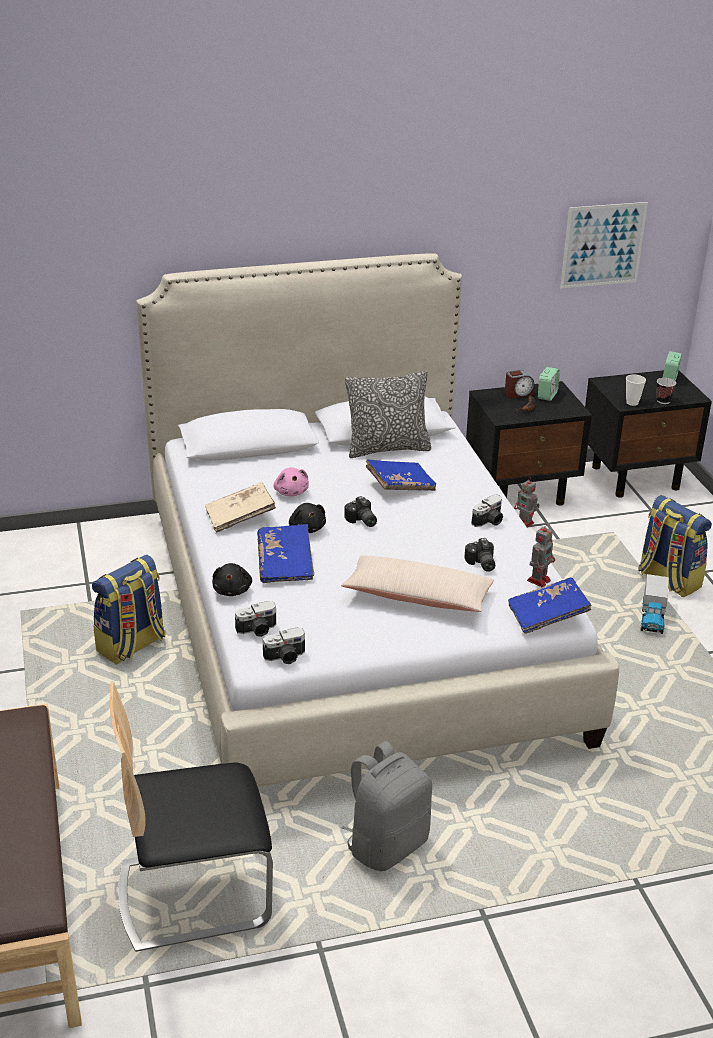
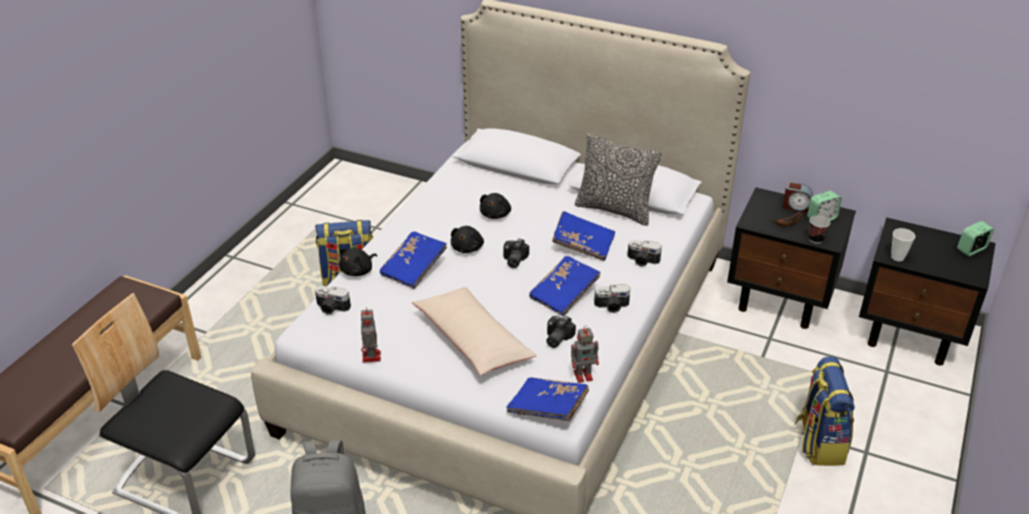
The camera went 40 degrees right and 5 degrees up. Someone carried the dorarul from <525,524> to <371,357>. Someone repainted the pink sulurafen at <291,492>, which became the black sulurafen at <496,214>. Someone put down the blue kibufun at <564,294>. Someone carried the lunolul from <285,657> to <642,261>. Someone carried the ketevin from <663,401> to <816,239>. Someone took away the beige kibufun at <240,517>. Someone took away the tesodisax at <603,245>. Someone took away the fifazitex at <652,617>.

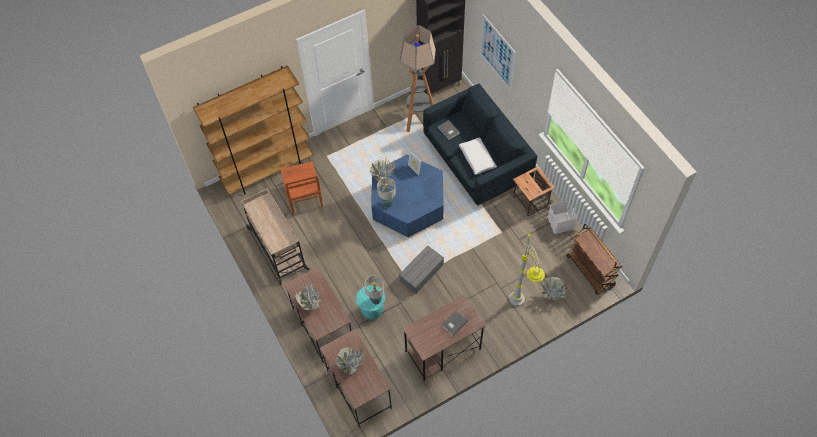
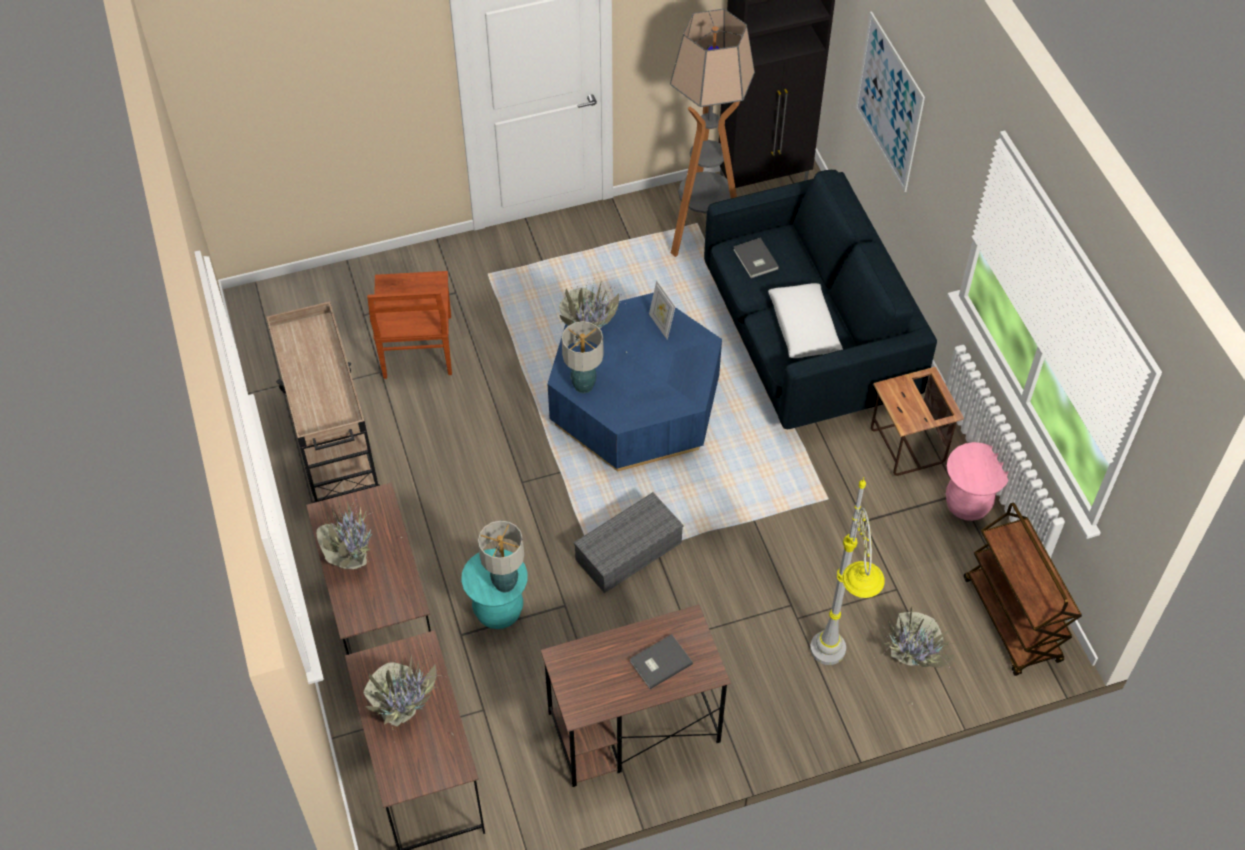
The camera went 10 degrees right and 5 degrees down. Someone swapped the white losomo at <561,223> for the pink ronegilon at <967,504>. Someone took away the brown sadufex at <268,171>.

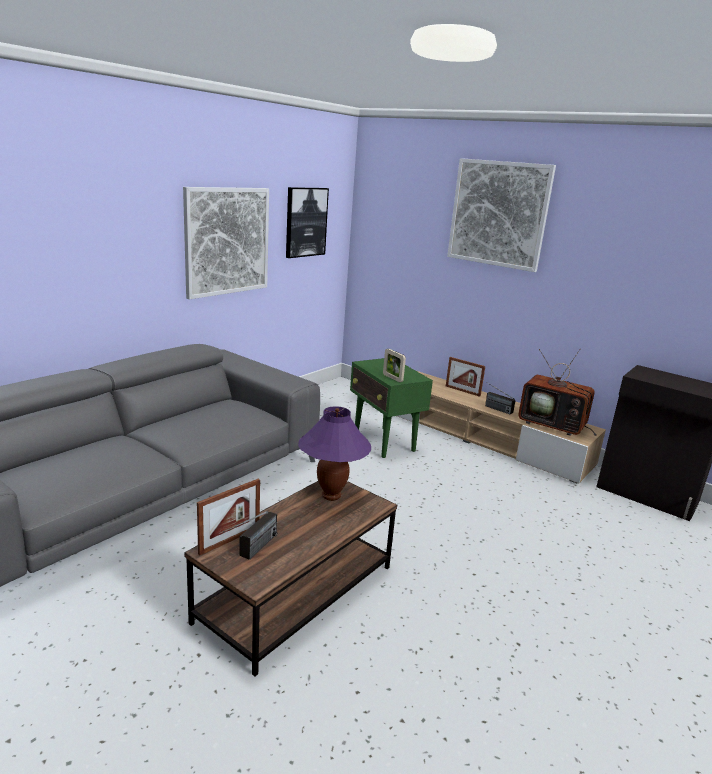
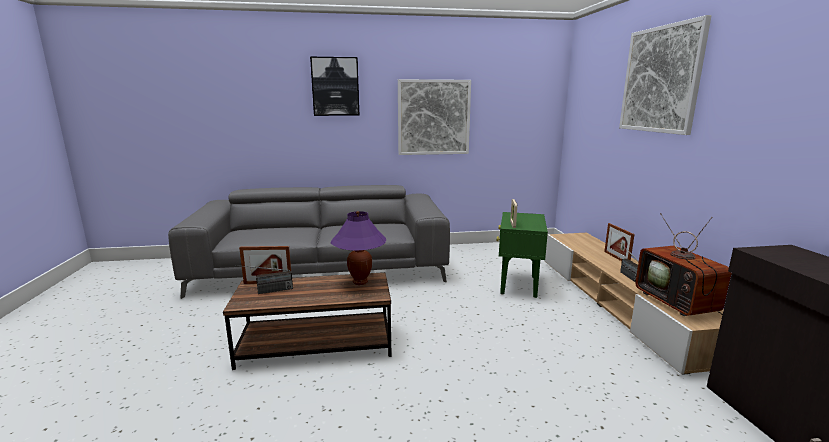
The camera went 45 degrees right and 5 degrees down. Someone carried the tesodisax from <305,222> to <335,86>.

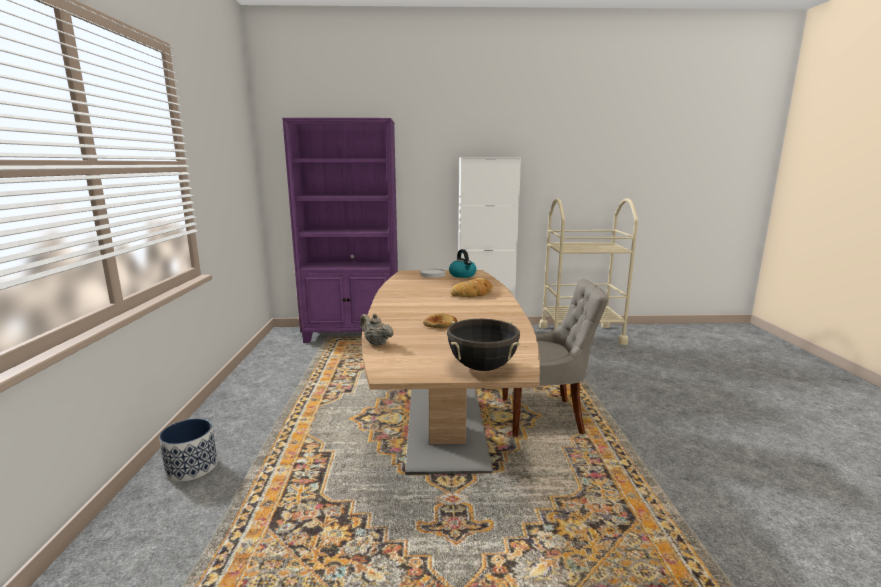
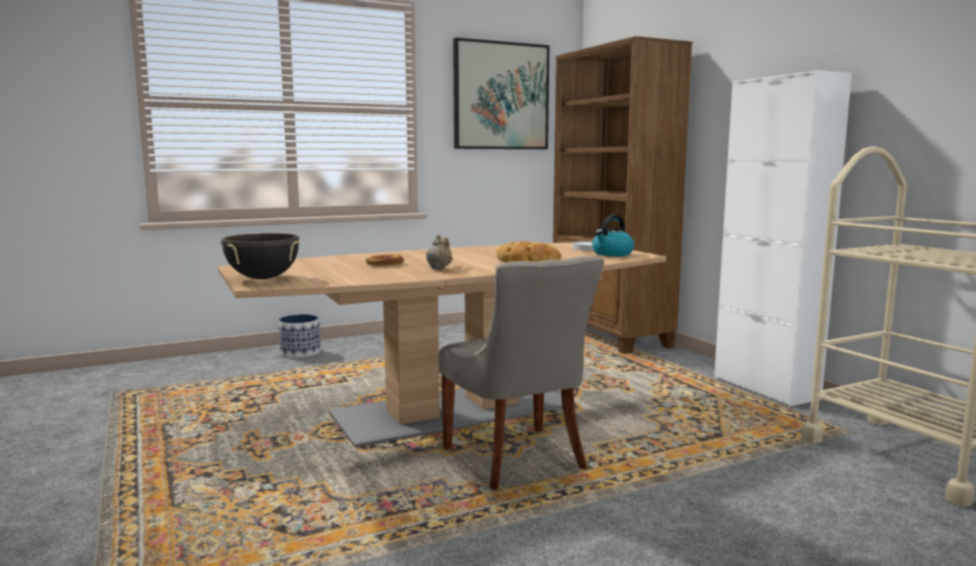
The camera went 65 degrees right and 5 degrees down. Someone carried the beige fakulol from <376,343> to <439,268>. Someone put up the tesodisax at <501,96>. Someone repainted the purple sadufex at <353,335>, which became the brown sadufex at <610,336>.

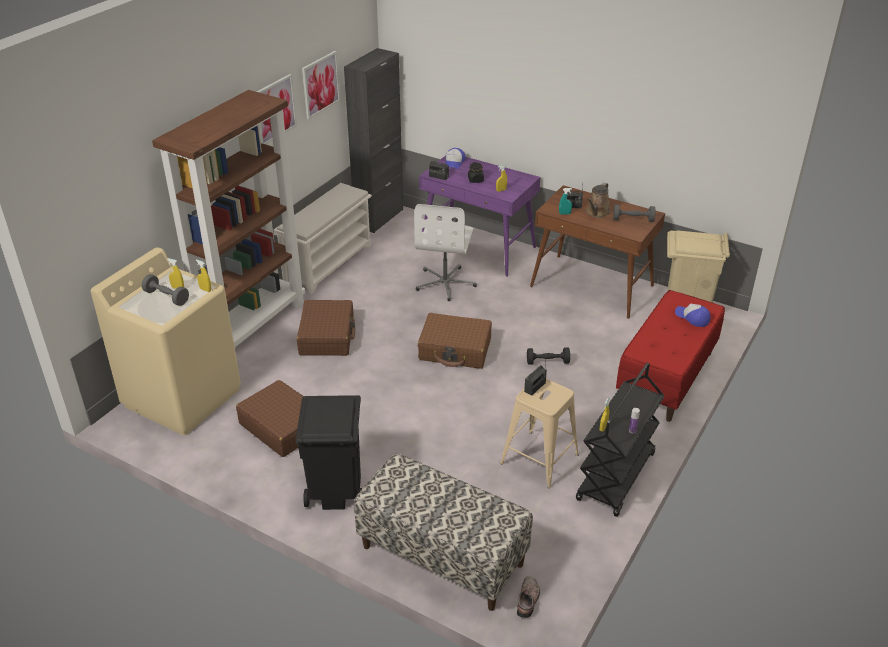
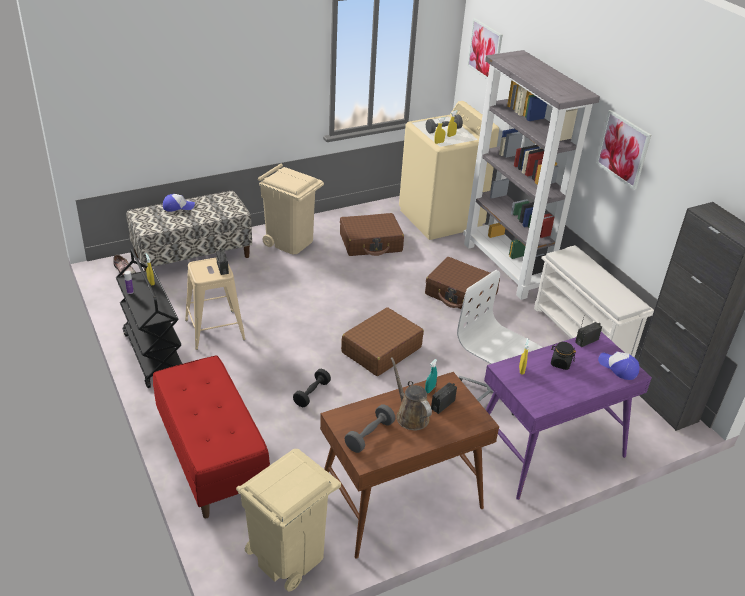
The camera went 120 degrees right and 0 degrees up. Someone carried the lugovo from <692,317> to <178,206>. Someone repainted the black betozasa at <335,489>, which became the beige betozasa at <290,241>. Someone repainted the brown sadufex at <253,325>, which became the grey sadufex at <506,267>. Someone carried the tesodisax from <320,84> to <485,50>.

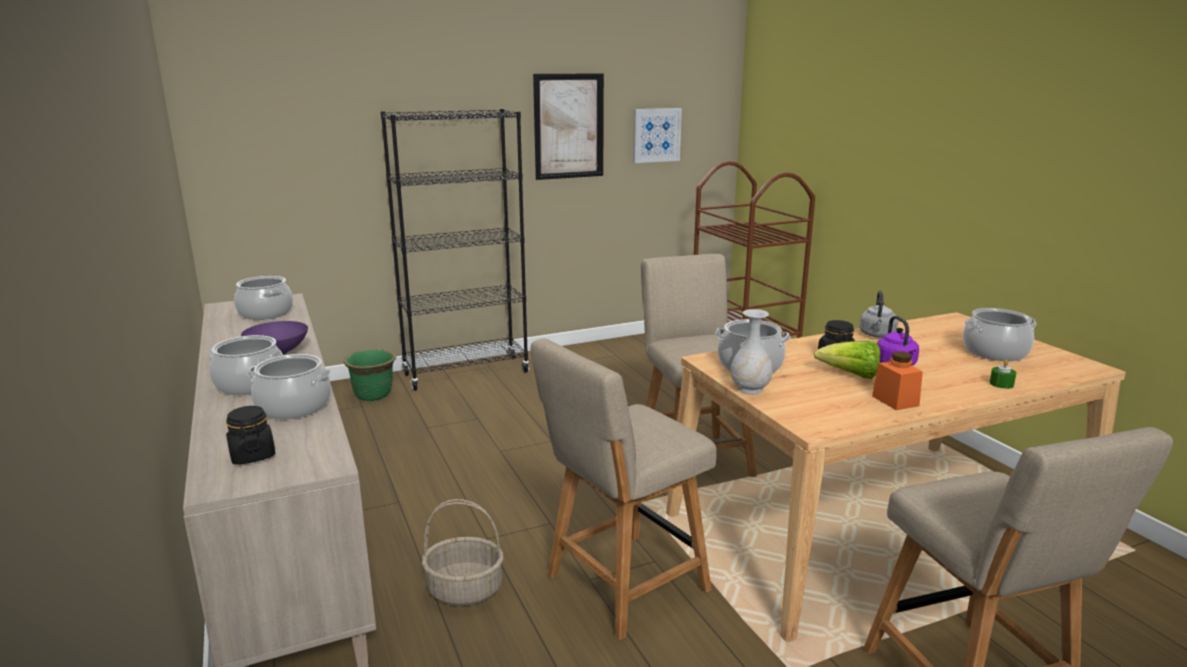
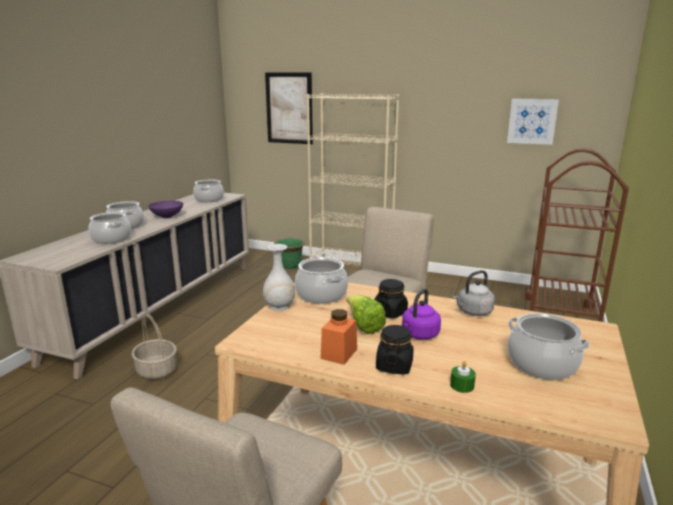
The camera went 45 degrees right and 0 degrees up. Someone carried the tesodisax from <569,126> to <289,108>. Someone repainted the black sadufex at <466,373>, which became the beige sadufex at <351,270>. Someone carried the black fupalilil from <252,455> to <394,366>. Someone took away the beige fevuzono at <621,585>.

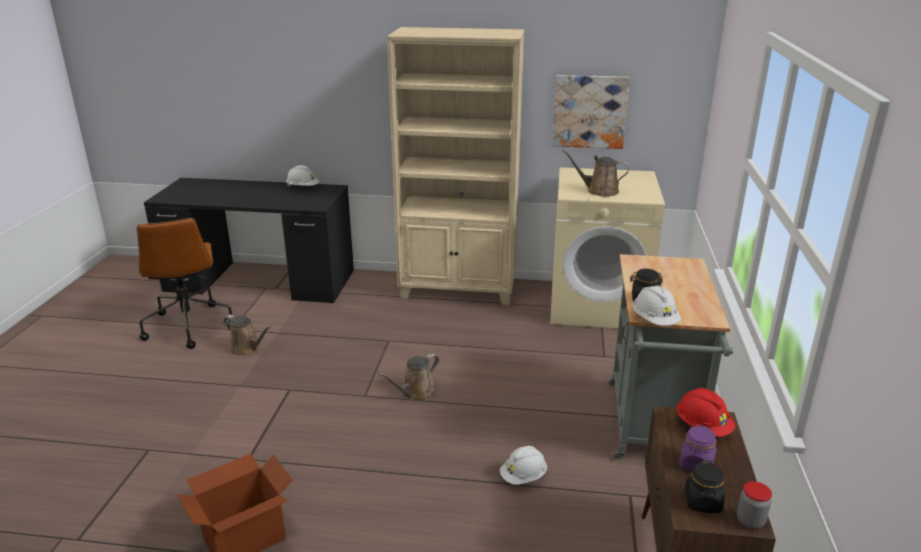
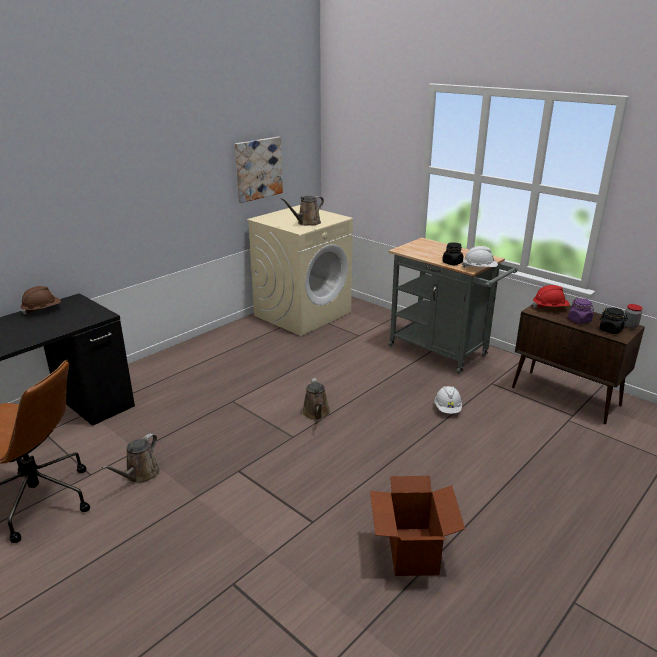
The camera went 55 degrees left and 0 degrees up. Someone repainted the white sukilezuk at <303,187>, which became the brown sukilezuk at <42,310>. Someone rotated the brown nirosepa at <247,349> by 135 degrees clockwise. Someone took away the beige sadufex at <459,290>.

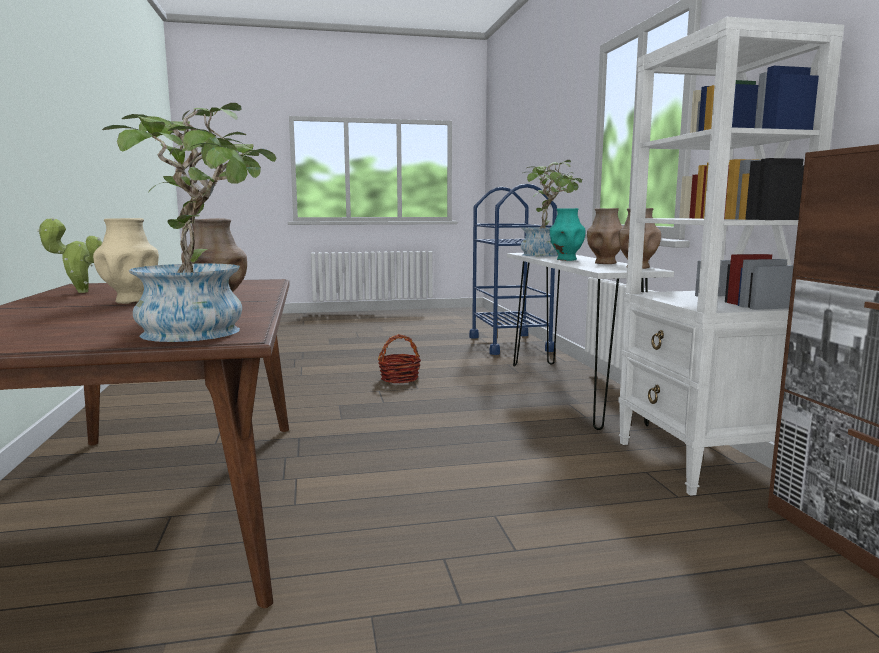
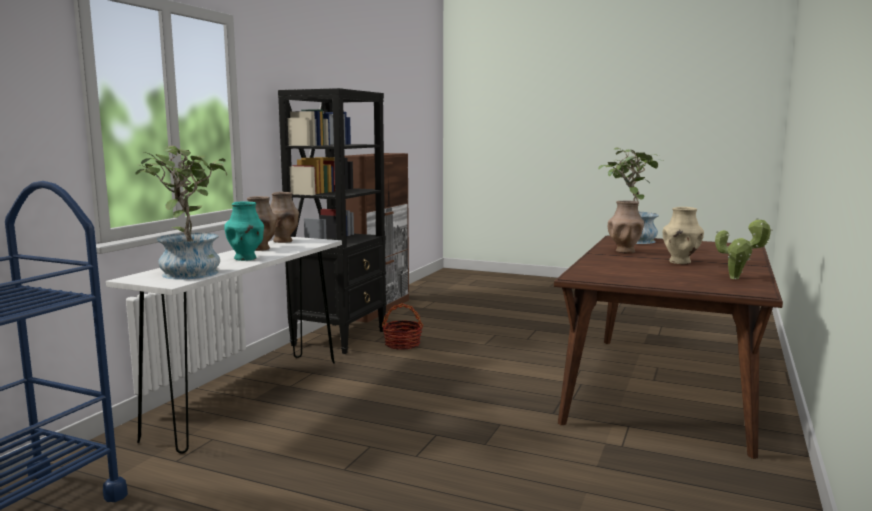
The camera went 145 degrees left and 0 degrees up. Someone repainted the white sadufex at <697,463>, which became the black sadufex at <340,338>. Someone carried the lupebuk from <399,378> to <402,344>.

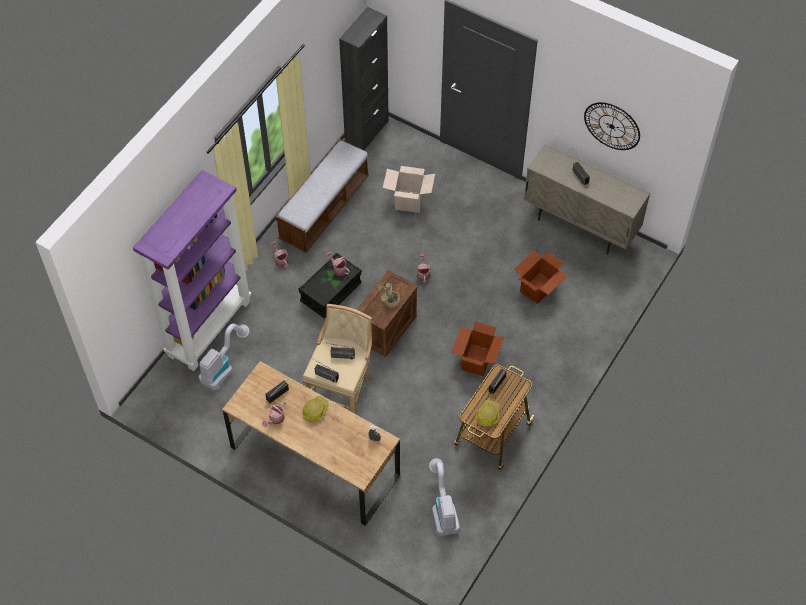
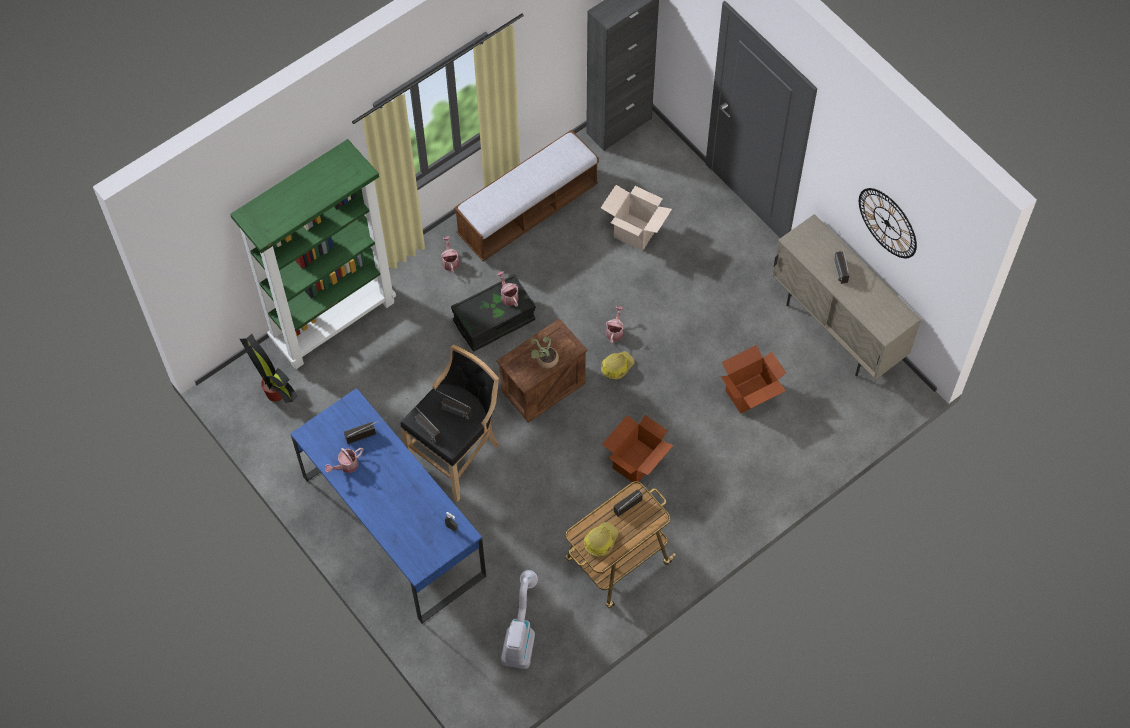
The camera went 20 degrees right and 5 degrees up. Someone repainted the purple sadufex at <209,327>, which became the green sadufex at <334,320>. Someone put down the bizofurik at <275,392>. Someone repainted the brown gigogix at <315,461>, which became the blue gigogix at <393,525>. Someone repainted the beige ronegilon at <342,395>, which became the black ronegilon at <458,454>. Someone carried the sukilezuk from <315,410> to <616,367>. Someone took away the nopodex at <223,367>.

